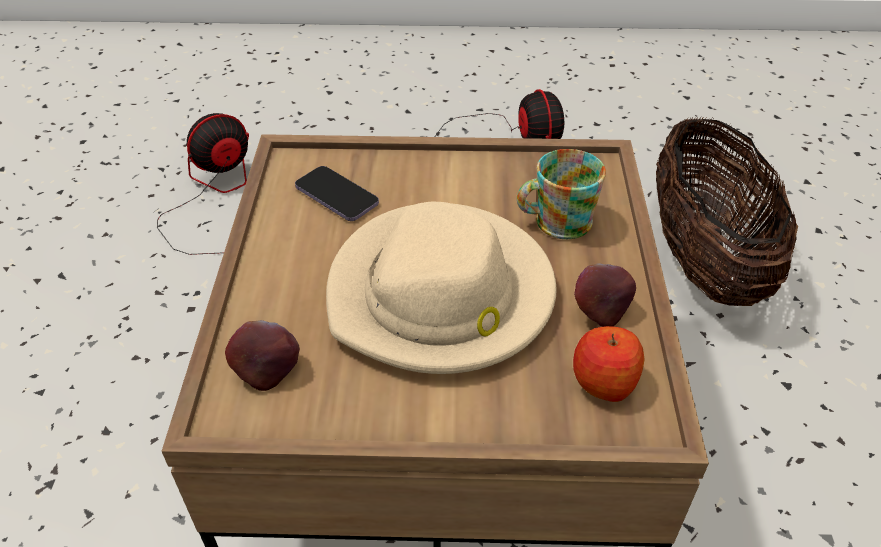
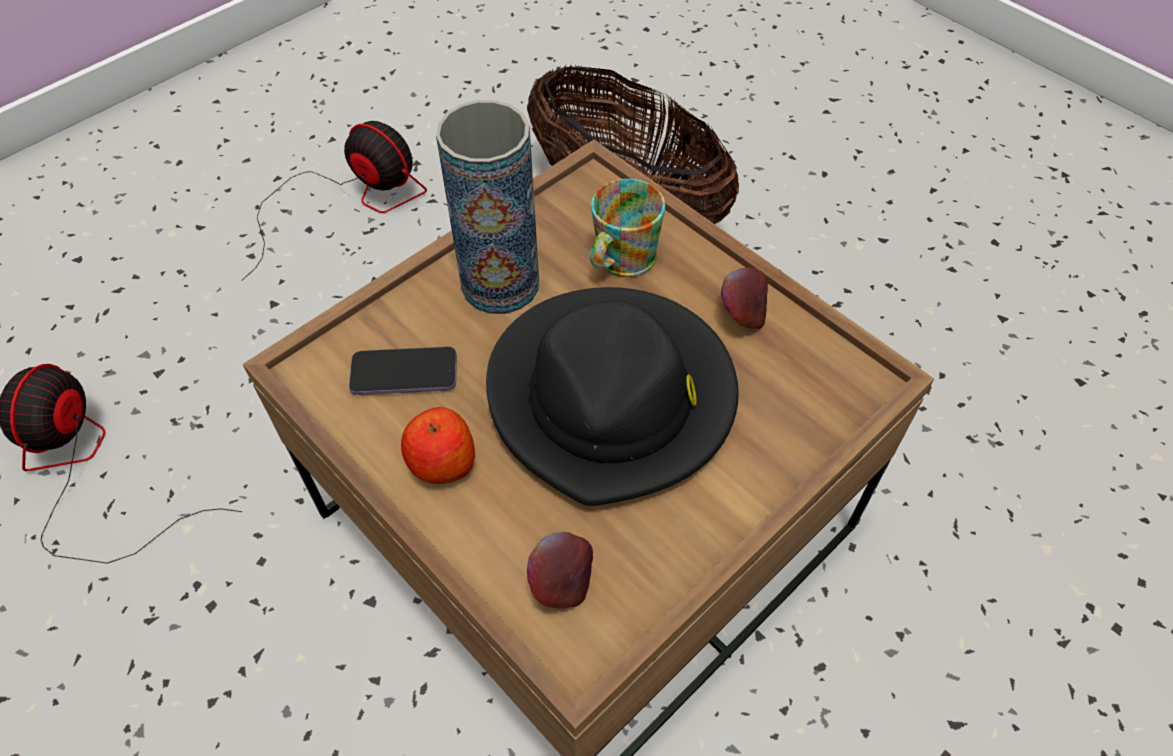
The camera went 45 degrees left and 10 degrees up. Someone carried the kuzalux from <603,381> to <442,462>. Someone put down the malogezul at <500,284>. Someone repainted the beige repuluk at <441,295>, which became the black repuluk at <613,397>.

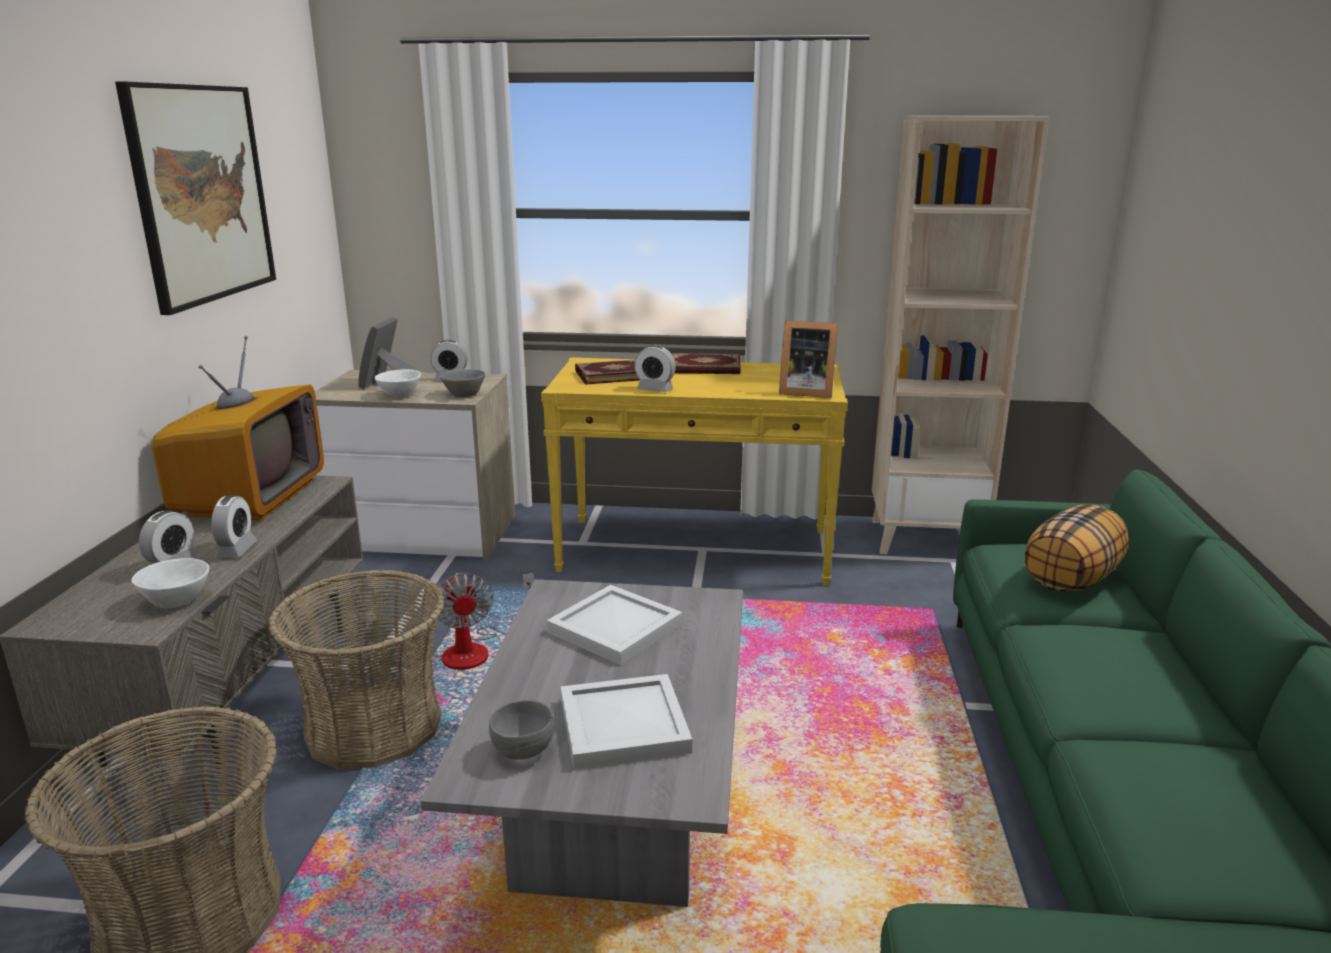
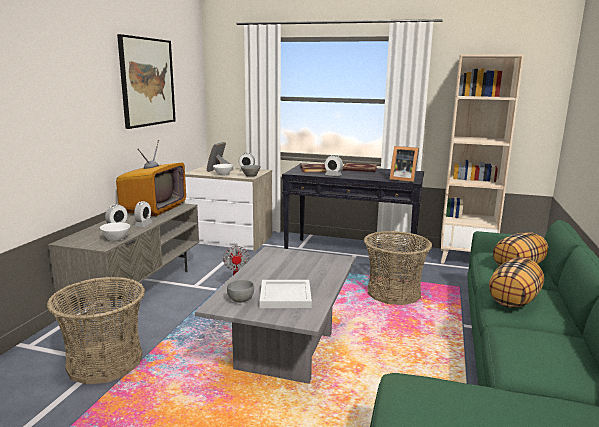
The camera went 10 degrees right and 5 degrees down. Someone repainted the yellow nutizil at <696,550>, which became the black nutizil at <351,255>. Someone carried the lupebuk from <374,727> to <393,293>. Someone put down the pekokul at <514,301>. Someone took away the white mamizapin at <617,628>.

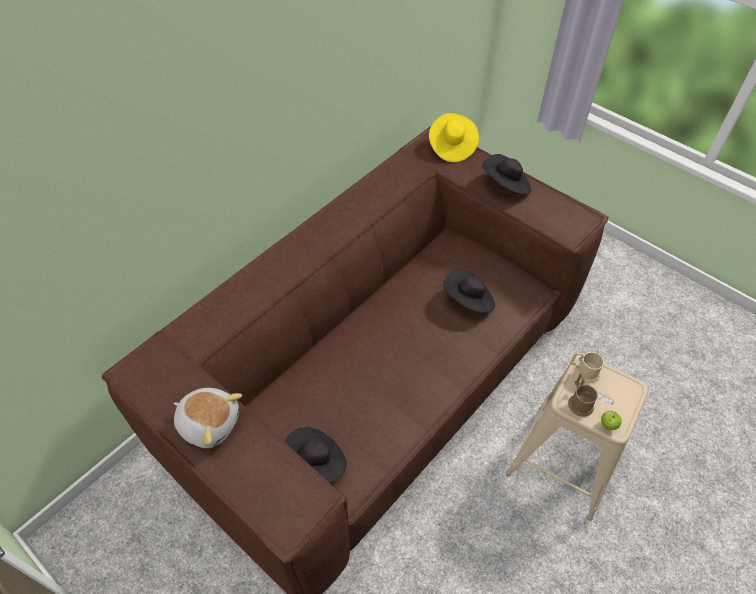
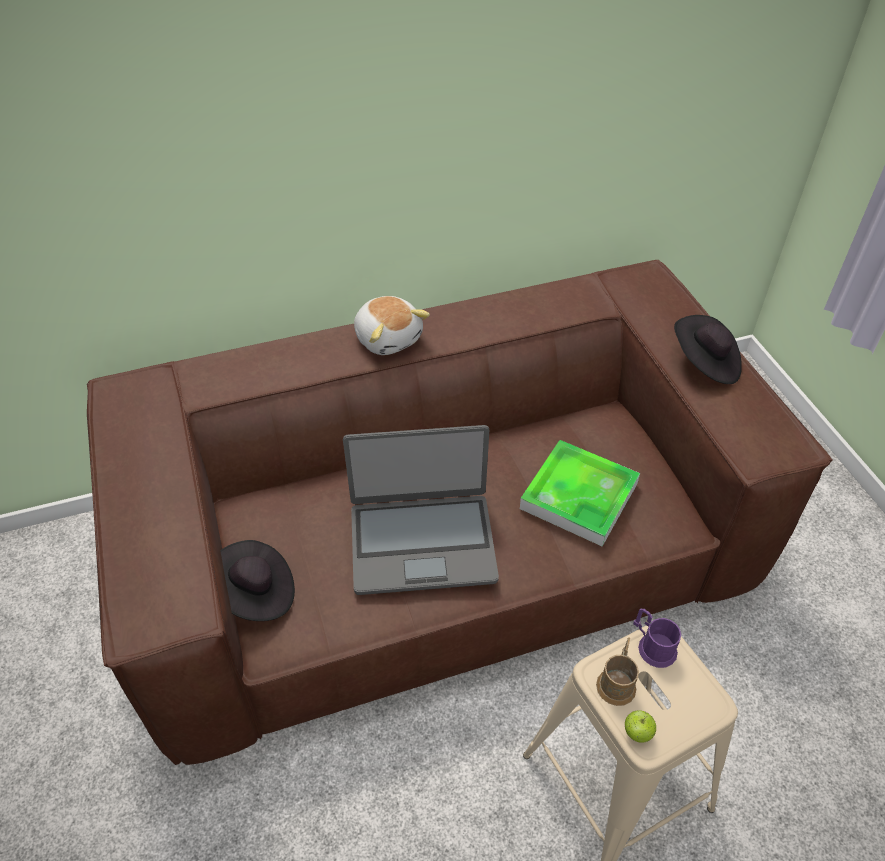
The camera went 30 degrees right and 5 degrees down. Someone put down the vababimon at <422,542>. Someone carried the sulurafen from <209,422> to <388,338>. Someone swapped the black repuluk at <468,301> for the mamizapin at <579,496>. Someone repainted the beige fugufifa at <583,371>, which became the purple fugufifa at <652,646>. Someone took away the yellow repuluk at <451,147>.

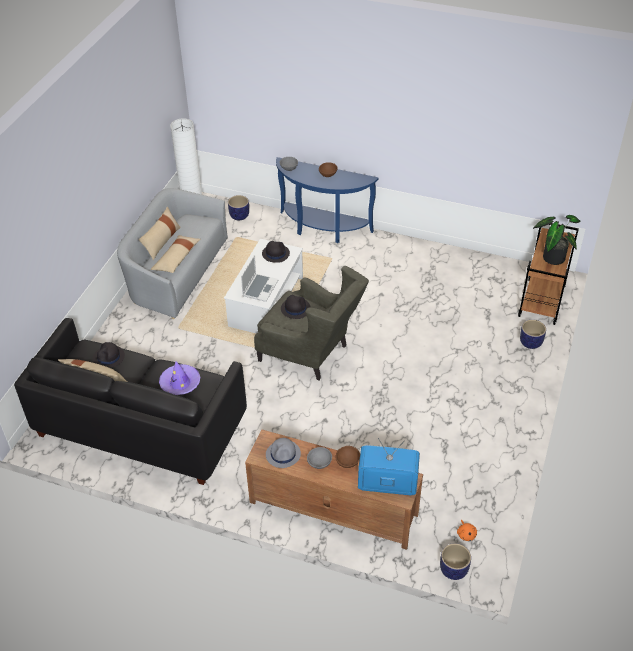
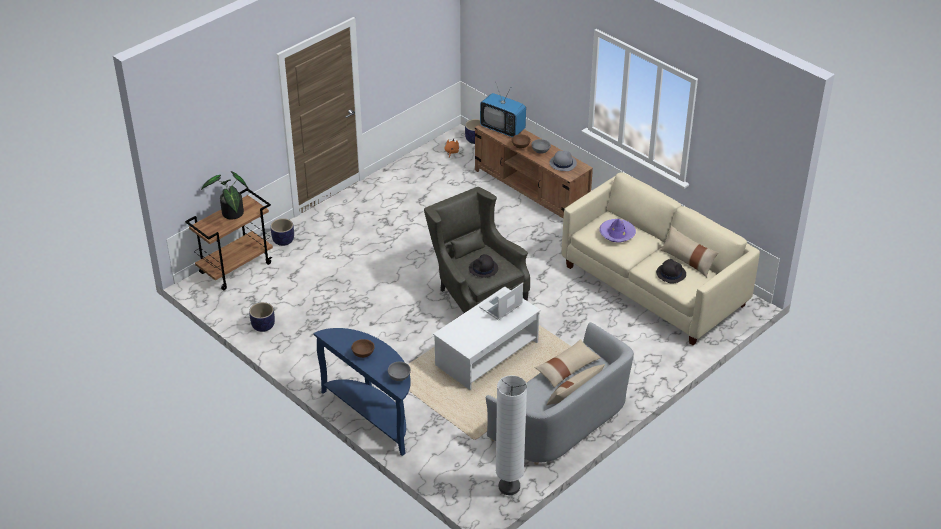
The camera went 155 degrees left and 5 degrees down. Someone carried the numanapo from <239,216> to <263,326>. Someone repainted the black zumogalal at <140,426>, which became the beige zumogalal at <654,286>. Someone took away the black repuluk at <275,253>.

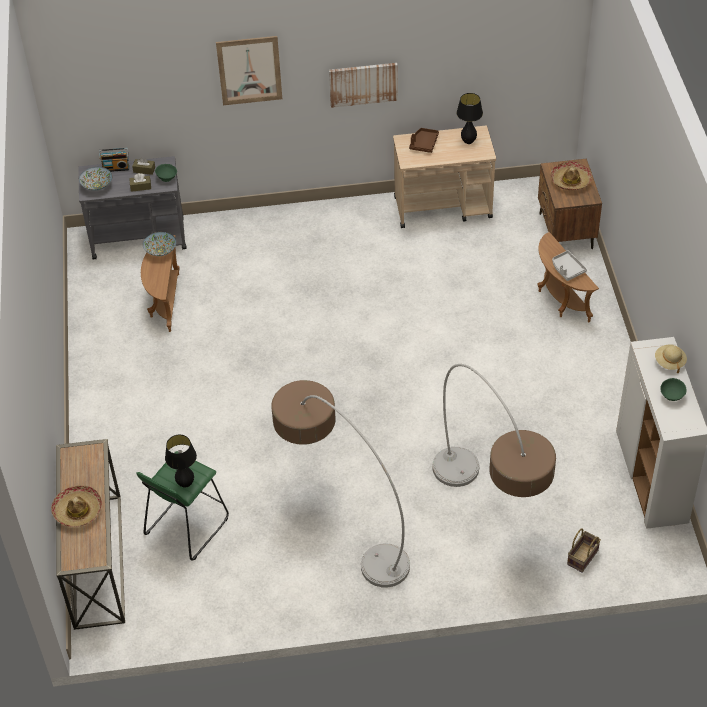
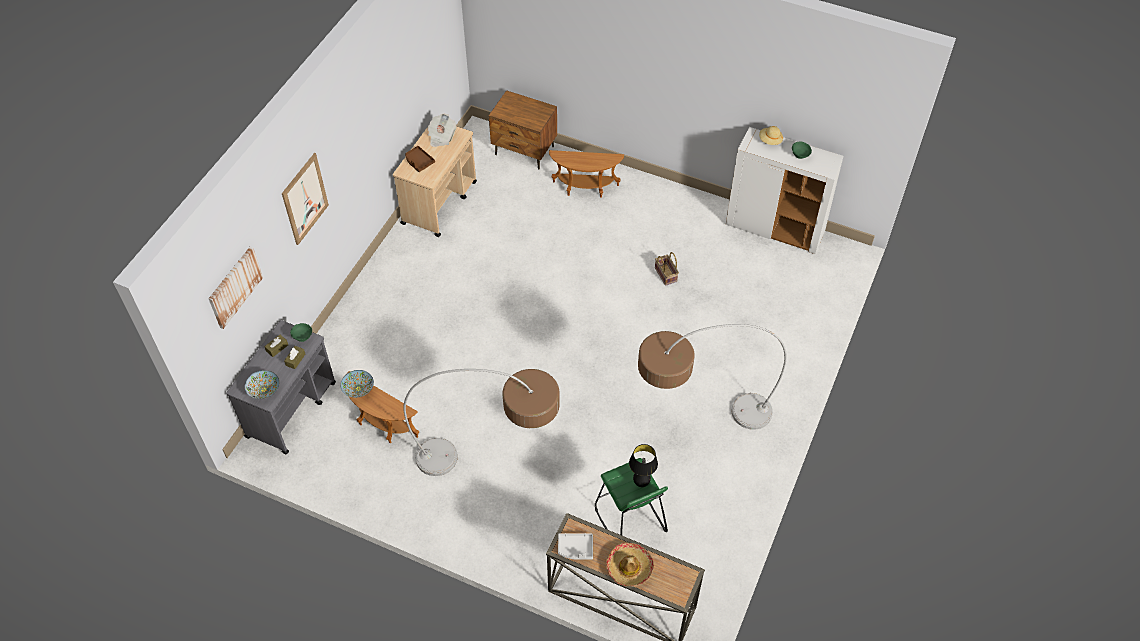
The camera went 60 degrees left and 5 degrees up. Someone carried the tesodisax from <363,84> to <234,287>. Someone carried the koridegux from <490,514> to <494,460>. Someone swapped the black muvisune at <468,142> for the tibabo at <441,137>. Someone carried the grey mamizapin from <567,269> to <575,548>. Someone carried the lupebuk from <582,558> to <666,275>. Someone took away the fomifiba at <116,167>. Someone took away the repuluk at <570,180>.

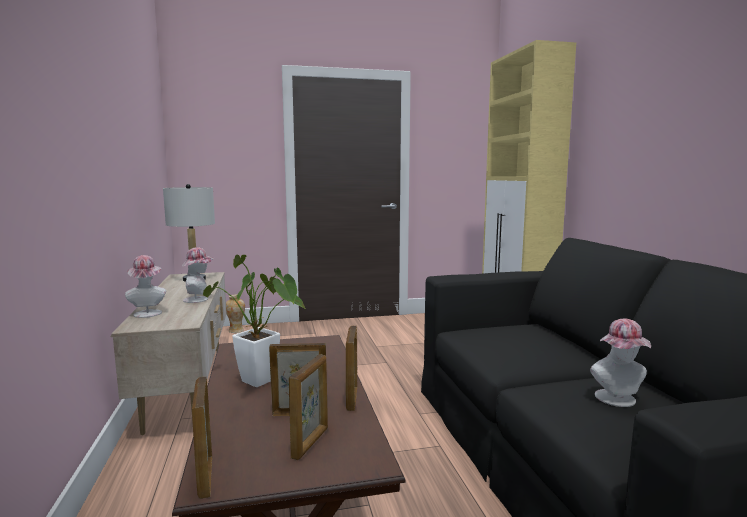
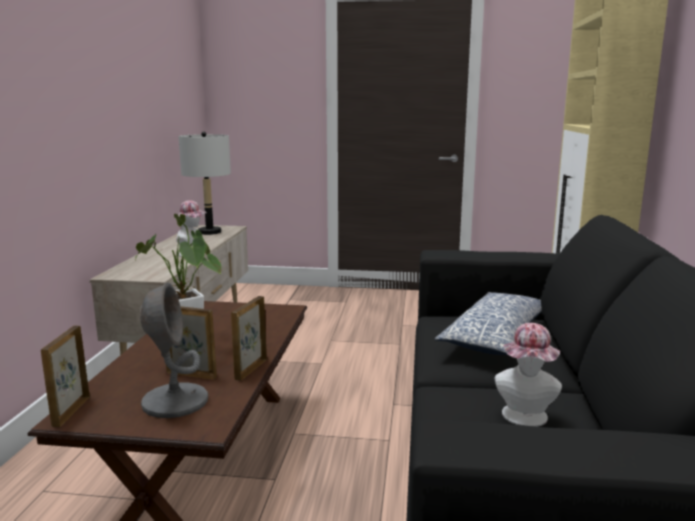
The camera went 20 degrees right and 5 degrees up. Someone swapped the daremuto at <311,443> for the grey muvisune at <175,401>. Someone put down the pekokul at <497,337>. Someone took away the repuluk at <148,312>. Someone took away the malogezul at <236,331>.

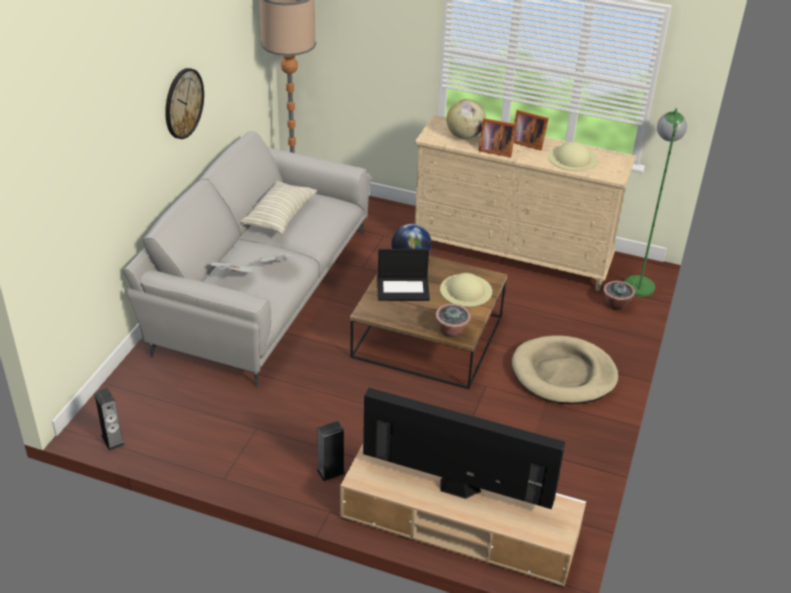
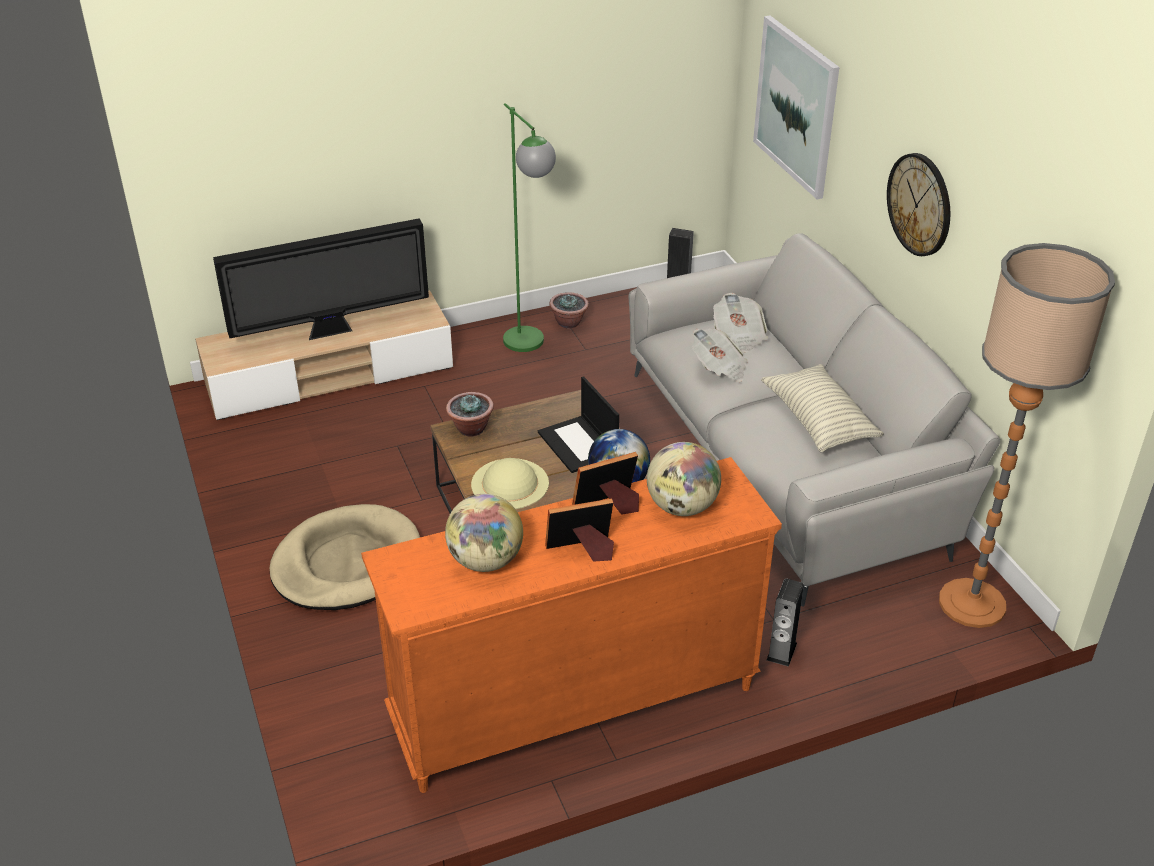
The camera went 140 degrees right and 0 degrees up. Someone repainted the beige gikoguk at <512,255>, which became the orange gikoguk at <573,706>. Someone swapped the beige repuluk at <572,158> for the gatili at <485,561>. Someone carried the green koridegux from <639,280> to <530,348>. Someone rotated the vababimon at <403,289> by 75 degrees counterclockwise. Someone carried the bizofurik from <616,305> to <569,322>. Someone put up the tesodisax at <796,106>. Someone carried the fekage from <331,471> to <781,651>.

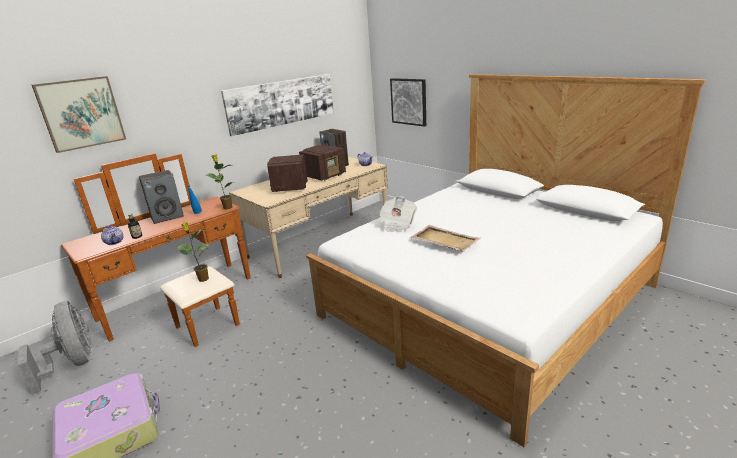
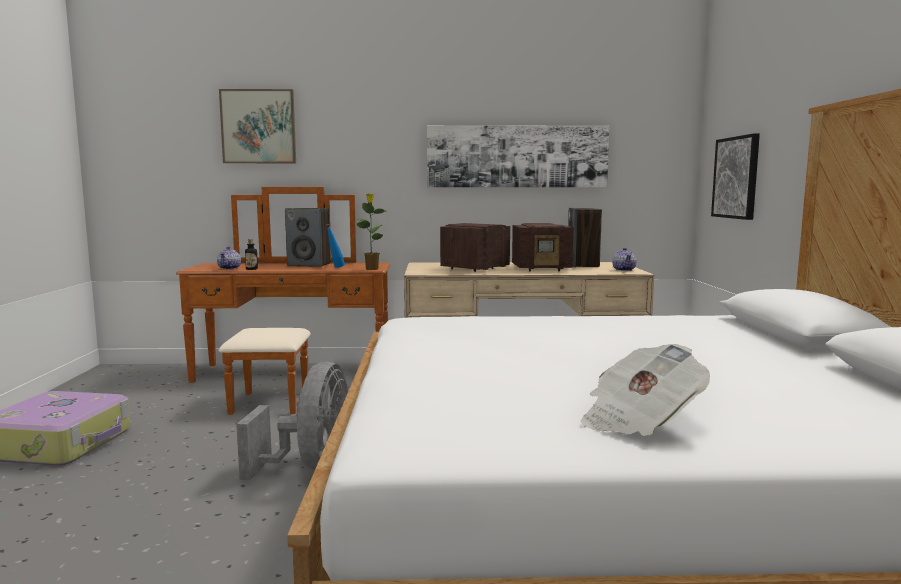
The camera went 40 degrees right and 15 degrees down. Someone carried the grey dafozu from <73,364> to <311,466>. Someone carried the tibabo from <397,224> to <639,420>. Someone took away the bizofurik at <202,279>. Someone took away the beige mamizapin at <444,240>.

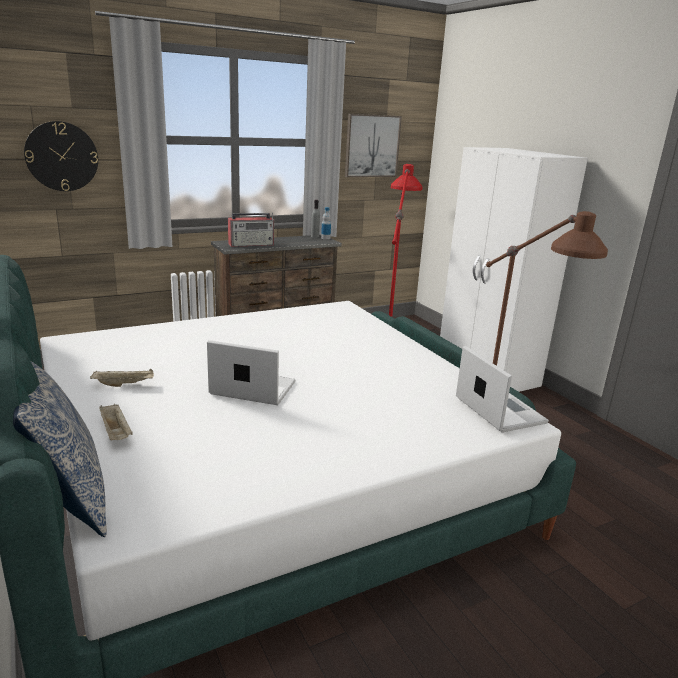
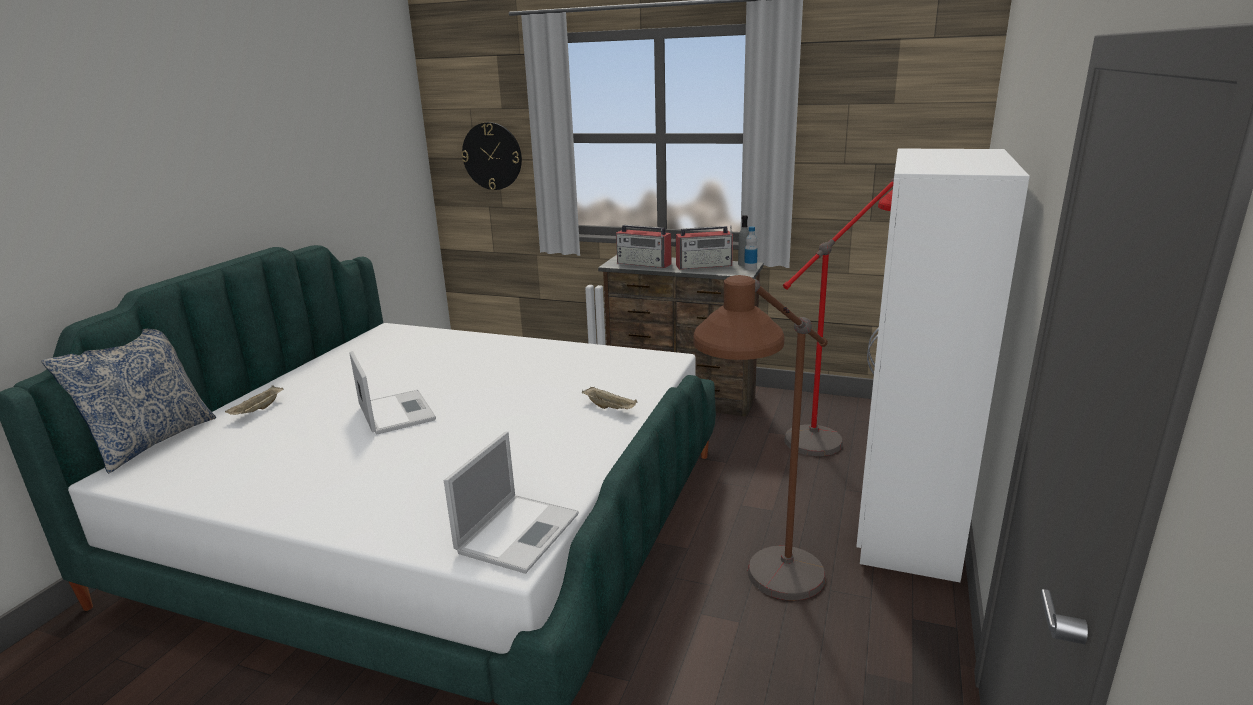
The camera went 50 degrees right and 0 degrees up. Someone carried the beige mamizapin from <125,384> to <610,408>. Someone put down the fomifiba at <704,265>. Someone took away the tesodisax at <372,146>.

